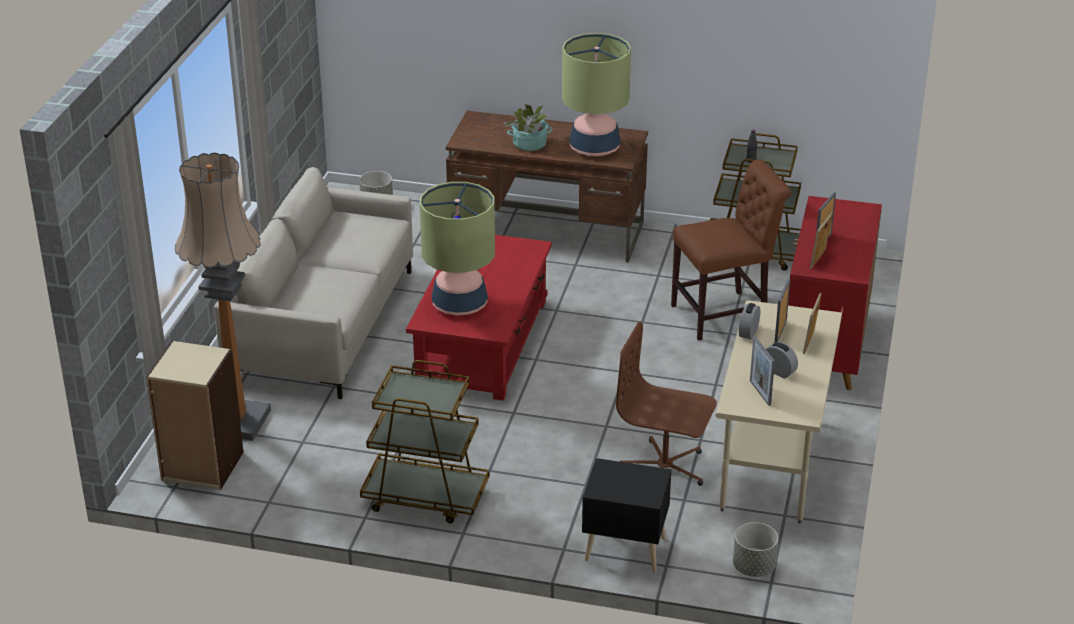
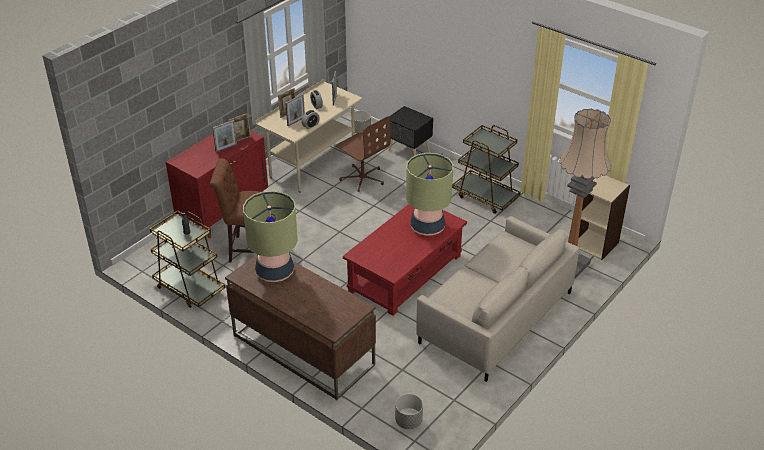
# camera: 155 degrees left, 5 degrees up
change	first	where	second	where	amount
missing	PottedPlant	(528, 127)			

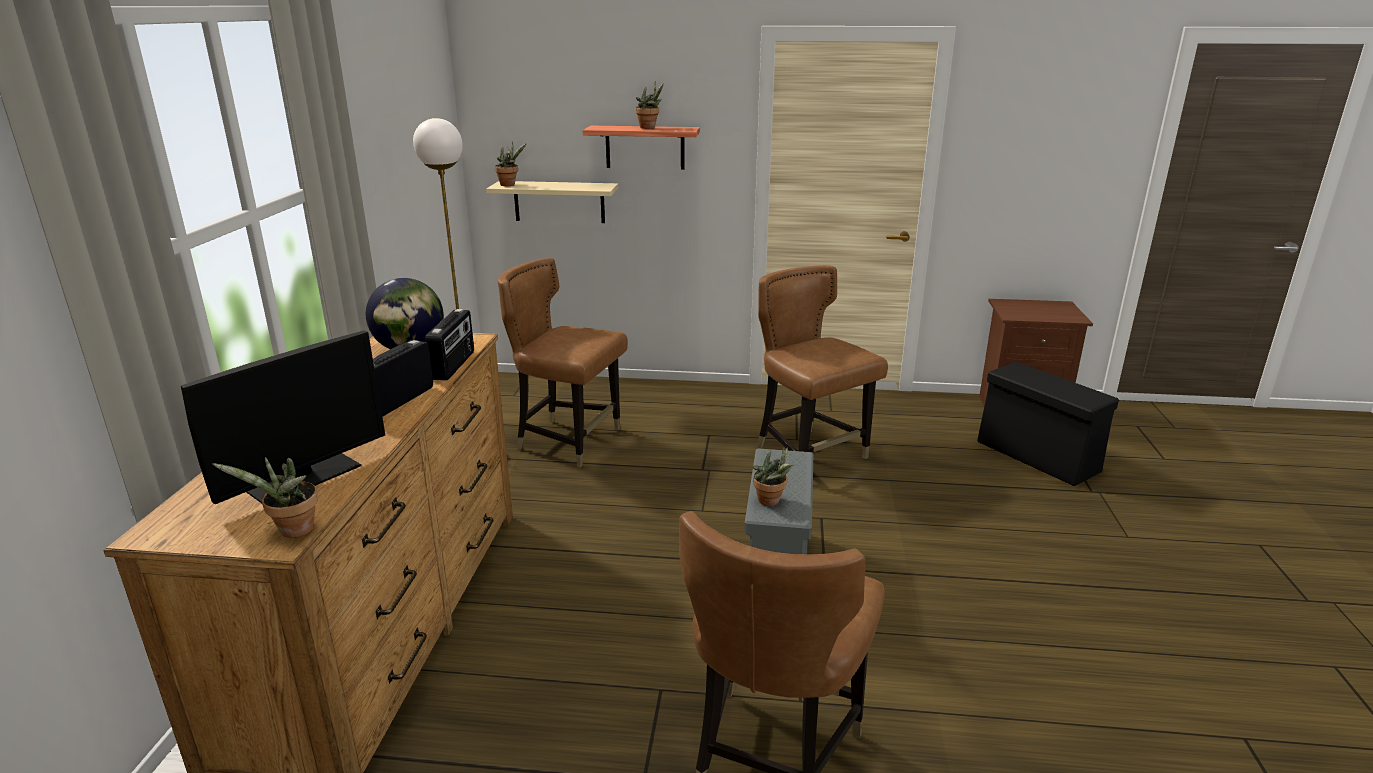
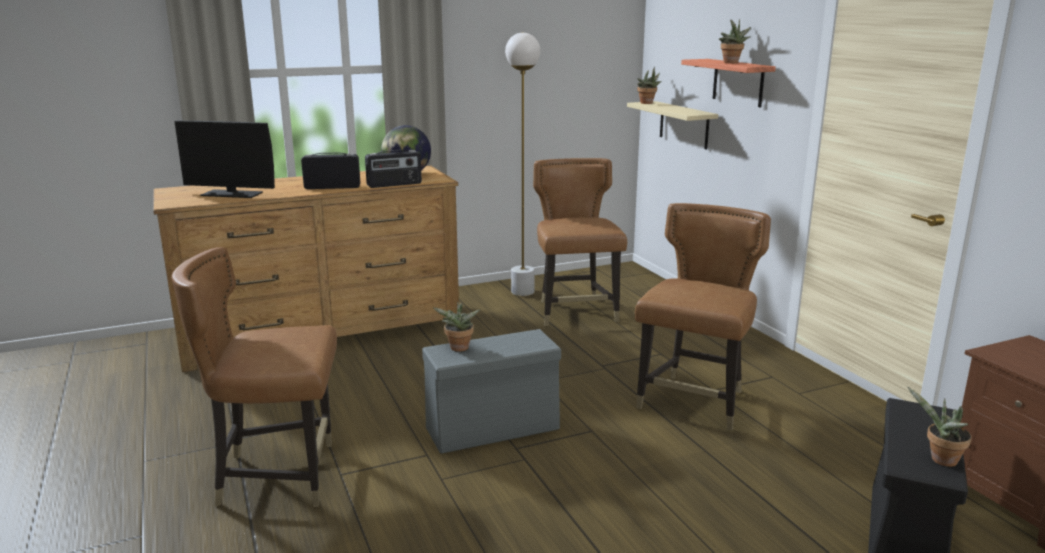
# camera: 60 degrees right, 5 degrees down
change	first	where	second	where	amount
relocated	PottedPlant	(265, 497)		(939, 426)	

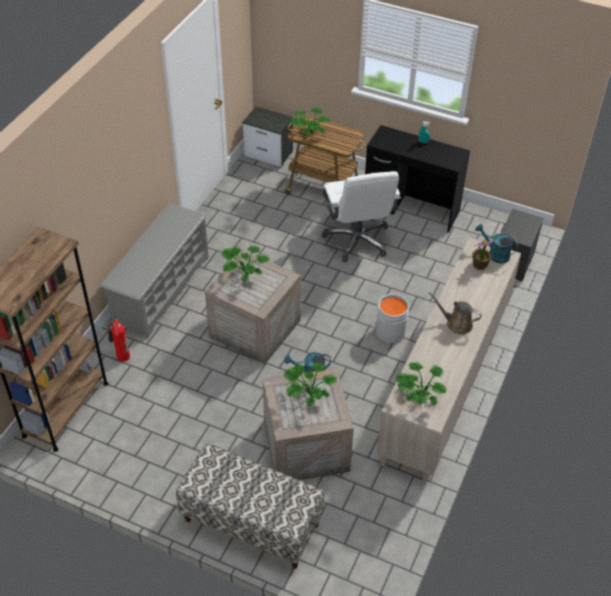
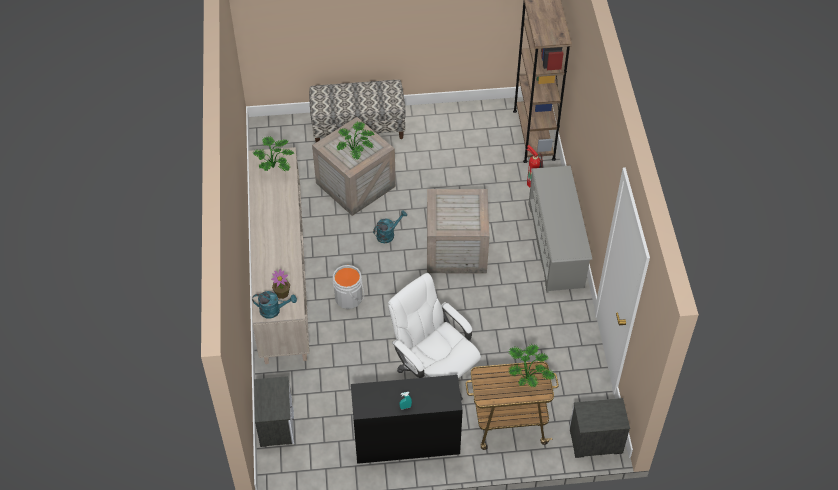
# camera: 150 degrees right, 5 degrees up
change	first	where	second	where	amount
missing	PottedPlant	(246, 264)			
missing	BrownWateringCan	(455, 313)			

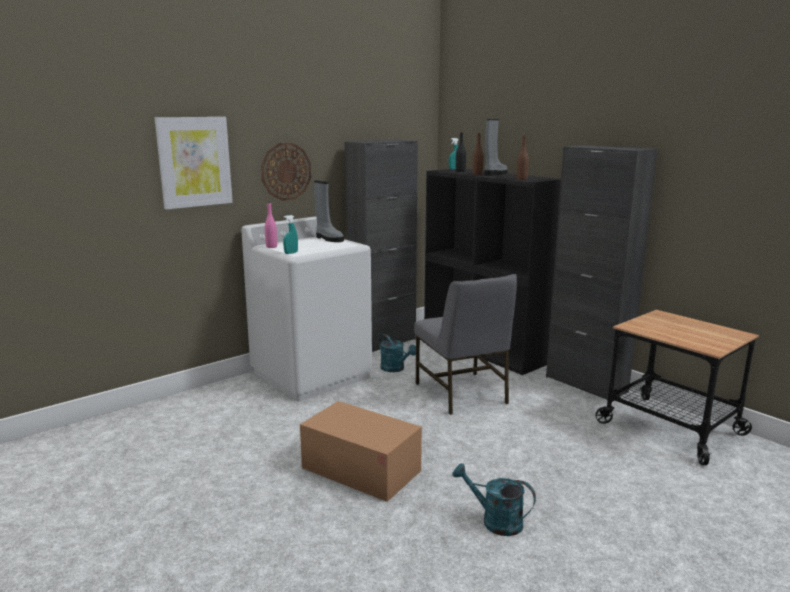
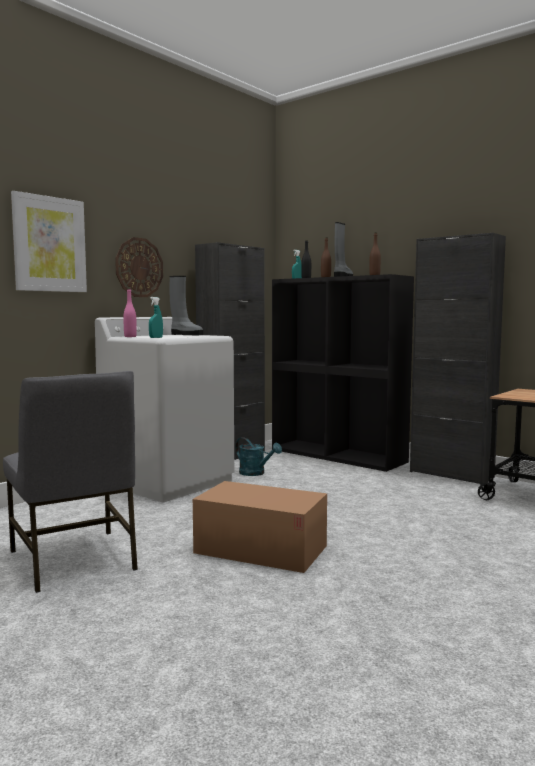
# camera: 10 degrees left, 10 degrees down
change	first	where	second	where	amount
relocated	GreyChair	(465, 344)		(70, 482)	
missing	TurquoiseWateringCan	(494, 499)			

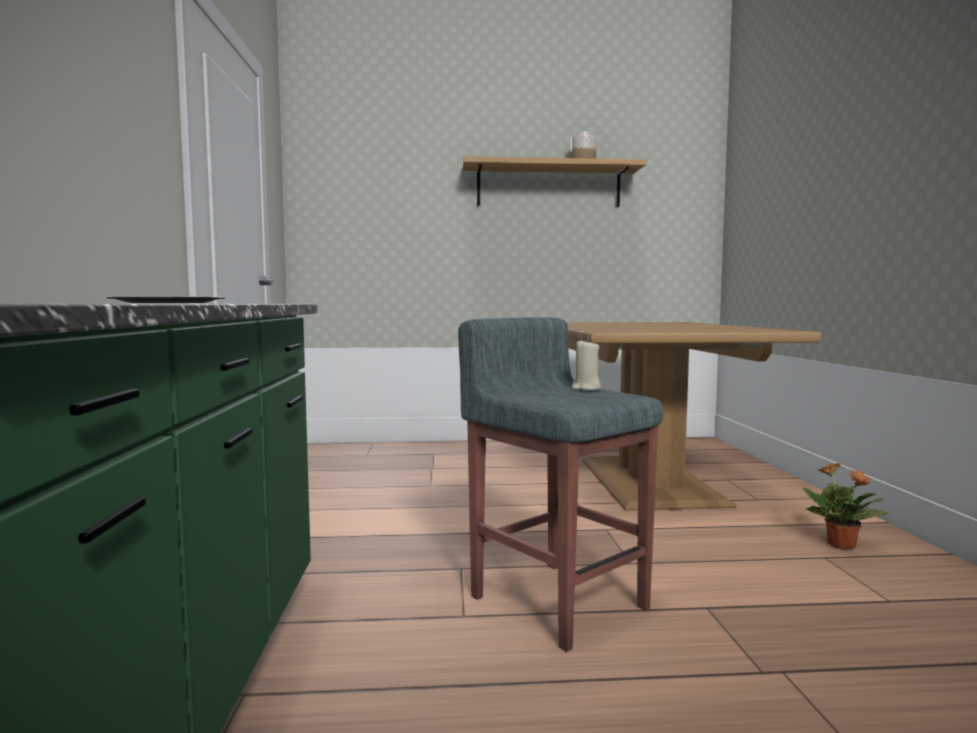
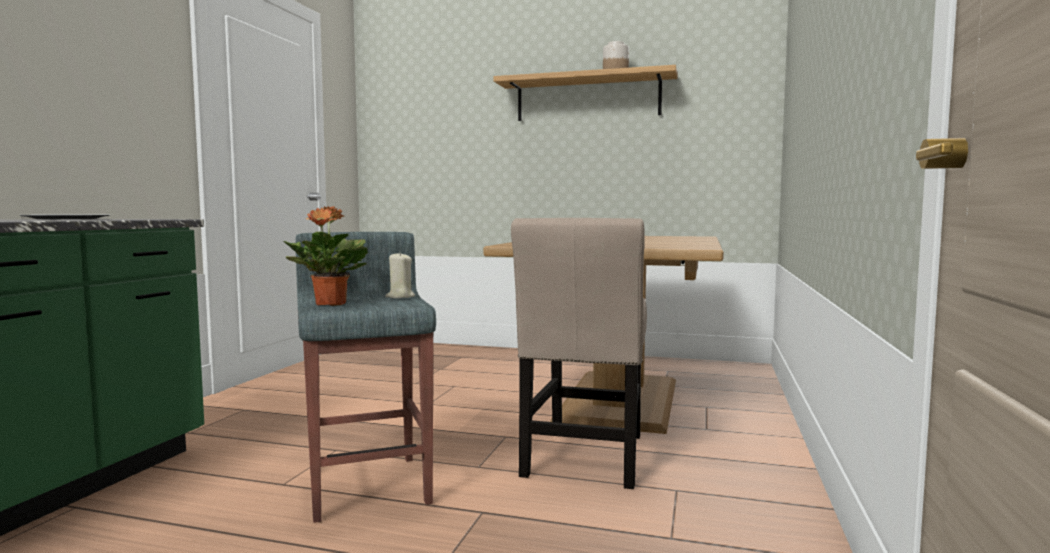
# camera: 20 degrees right, 0 degrees up
change	first	where	second	where	amount
relocated	PottedPlant	(845, 506)		(325, 256)	
appeared			BeigeChair	(579, 353)	

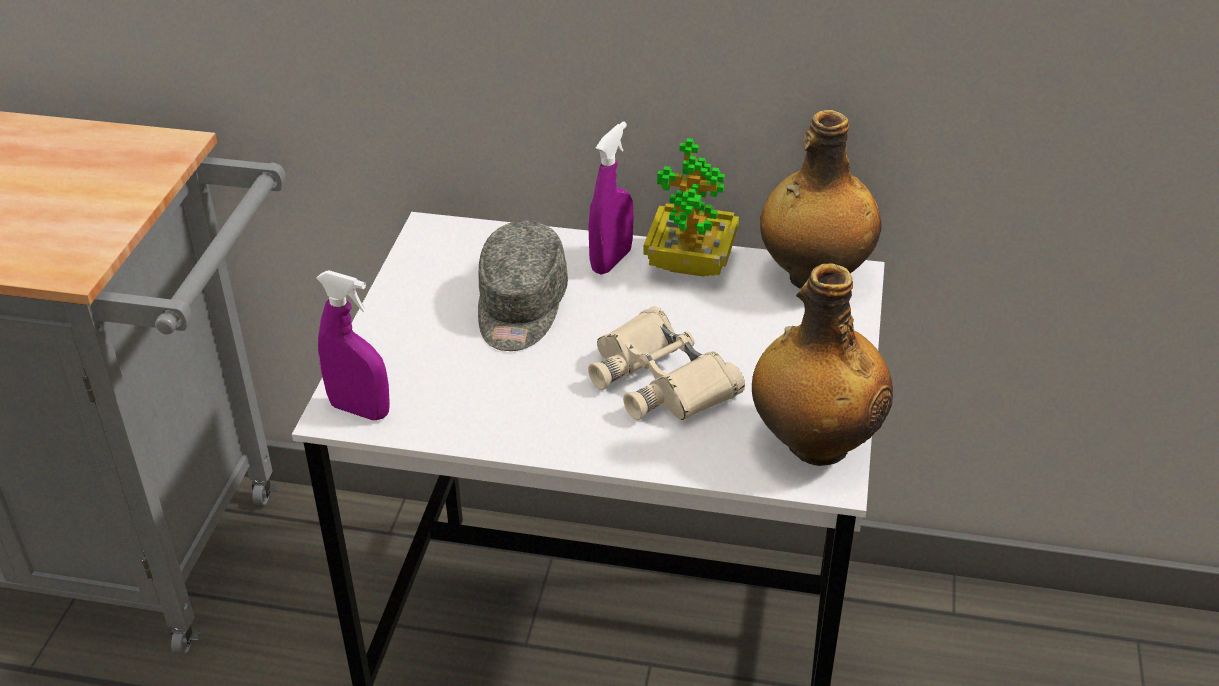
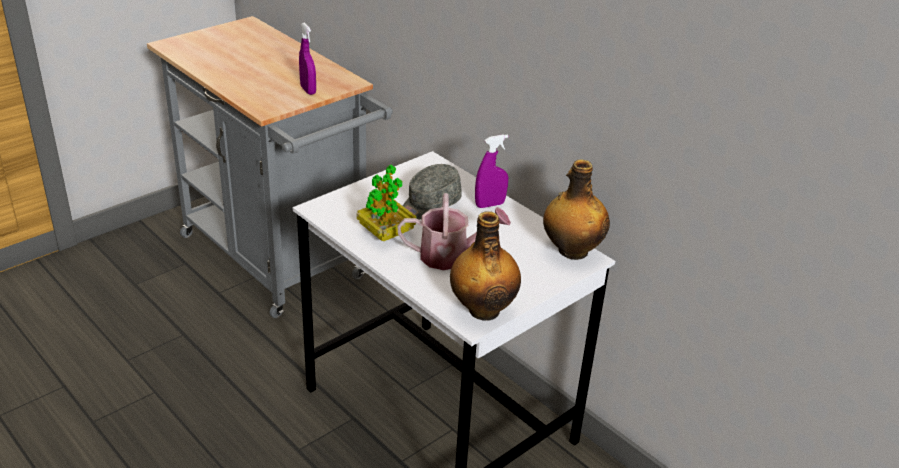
# camera: 35 degrees right, 5 degrees down
change	first	where	second	where	amount
relocated	PurpleSprayBottle	(353, 345)		(307, 59)	
relocated	PottedPlant	(691, 207)		(387, 203)	
exchanged	BeigeBinoculars	(666, 363)	WateringCan	(454, 231)	

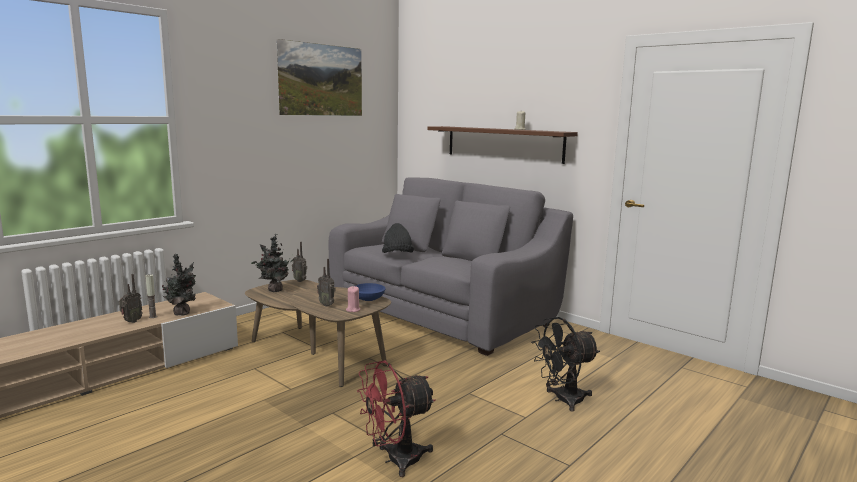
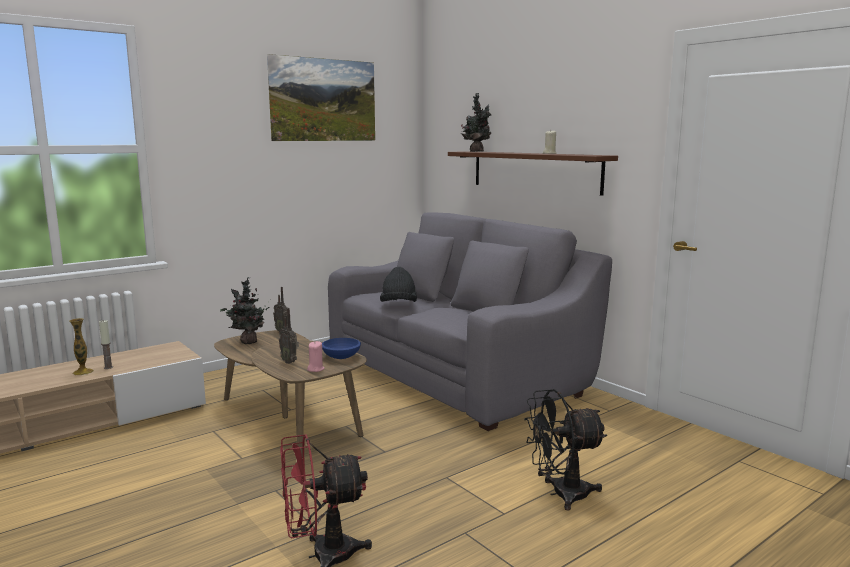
# camera: 10 degrees right, 0 degrees up
change	first	where	second	where	amount
exchanged	Radio	(131, 298)	Vase	(81, 346)	
relocated	PottedPlant	(178, 285)		(476, 122)	

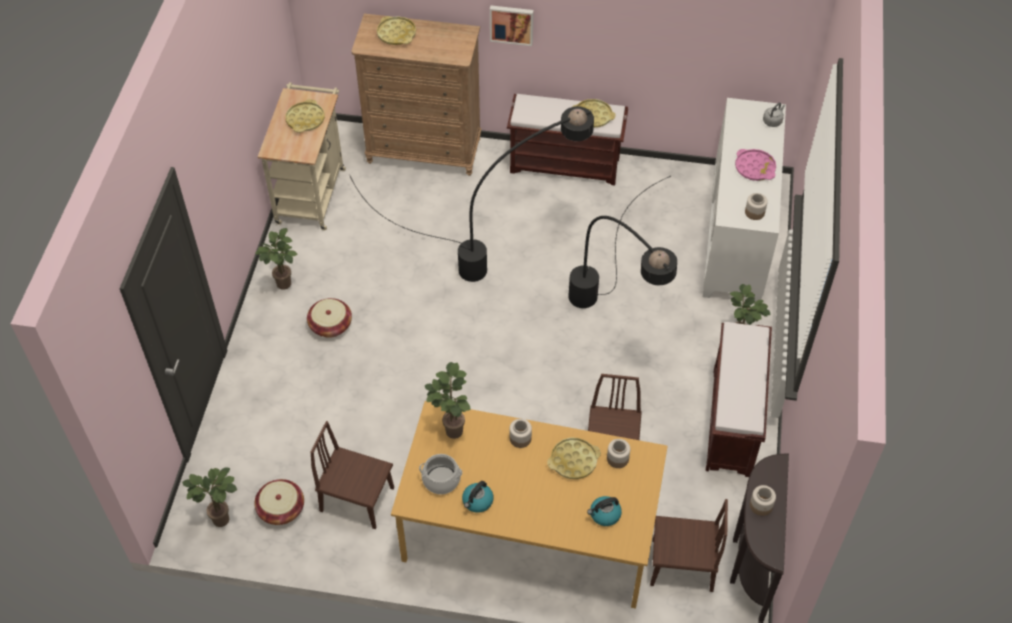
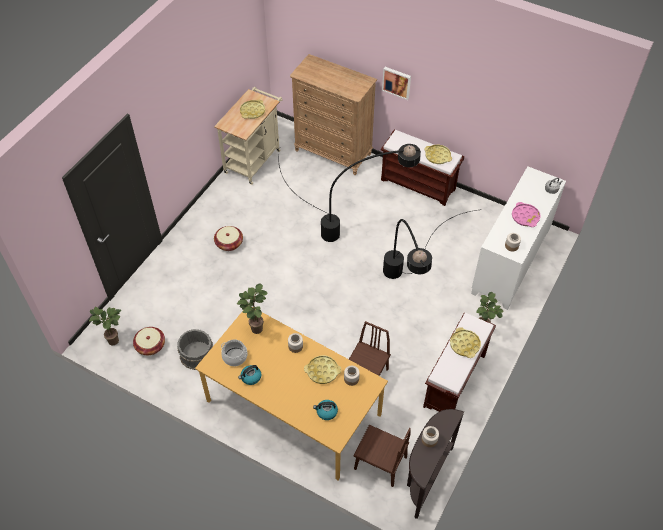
# camera: 20 degrees right, 0 degrees up
change	first	where	second	where	amount
exchanged	BrownChair	(352, 475)	GreyBucket	(195, 349)	
relocated	YellowTray	(396, 30)		(465, 342)	
missing	PottedPlant	(276, 259)			

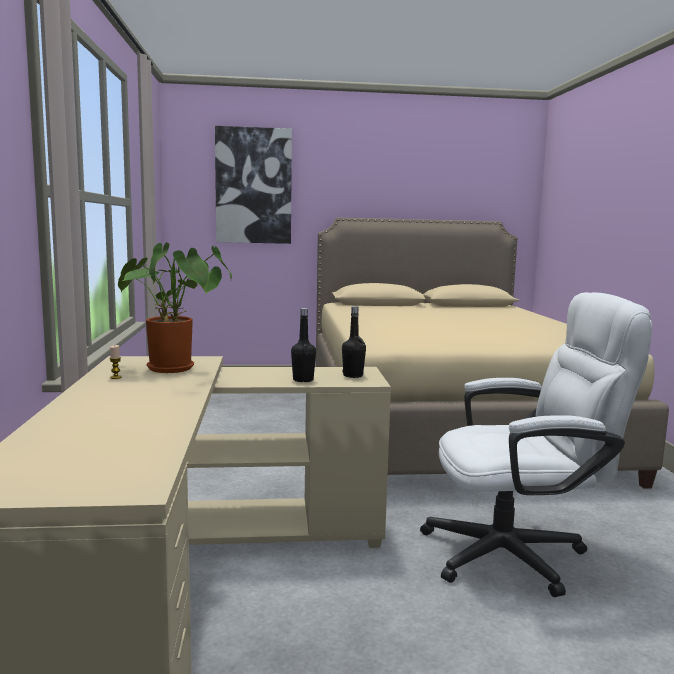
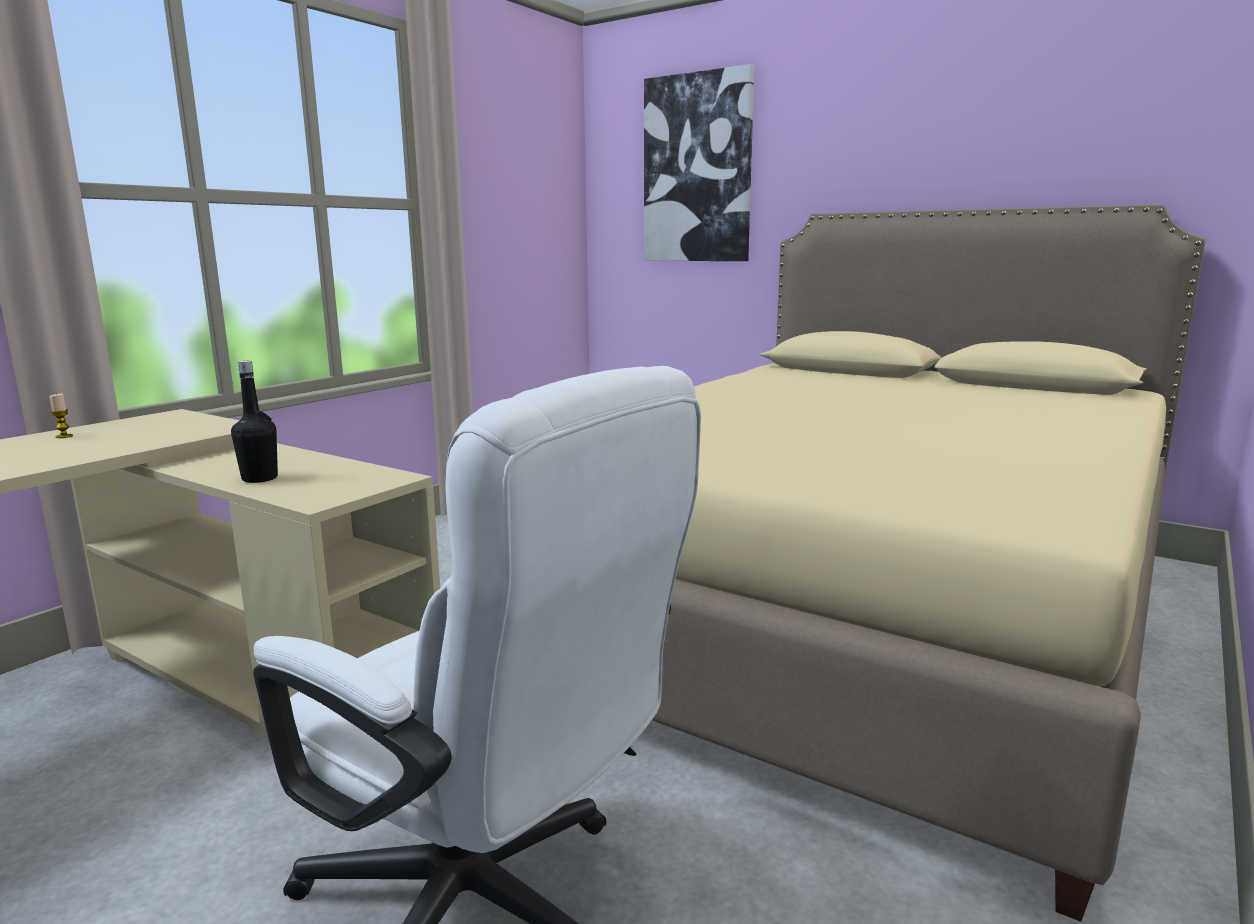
# camera: 40 degrees right, 5 degrees up
change	first	where	second	where	amount
missing	PottedPlant	(175, 307)			
missing	BlackBottle	(354, 342)			

